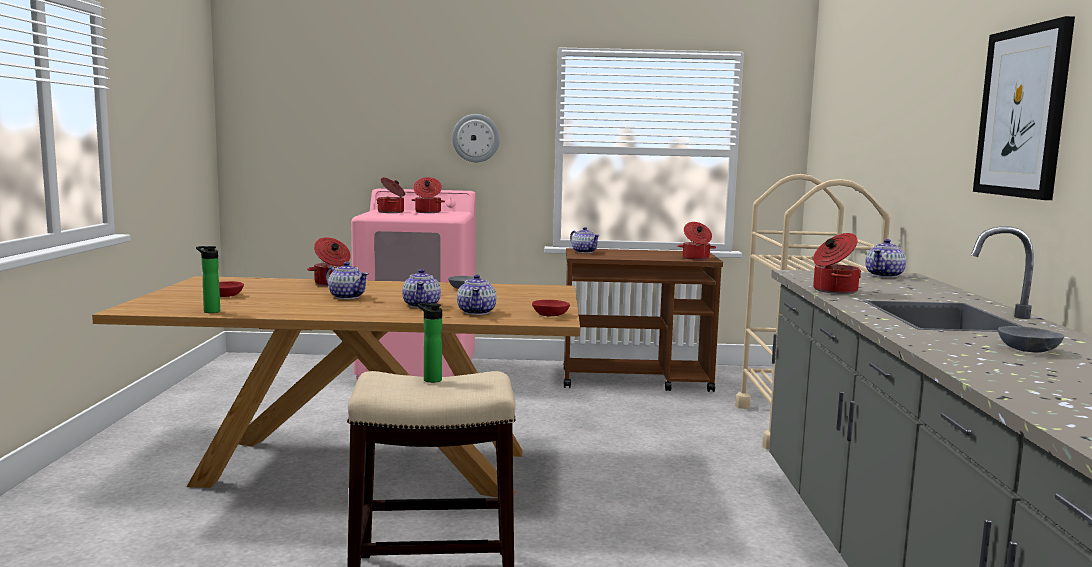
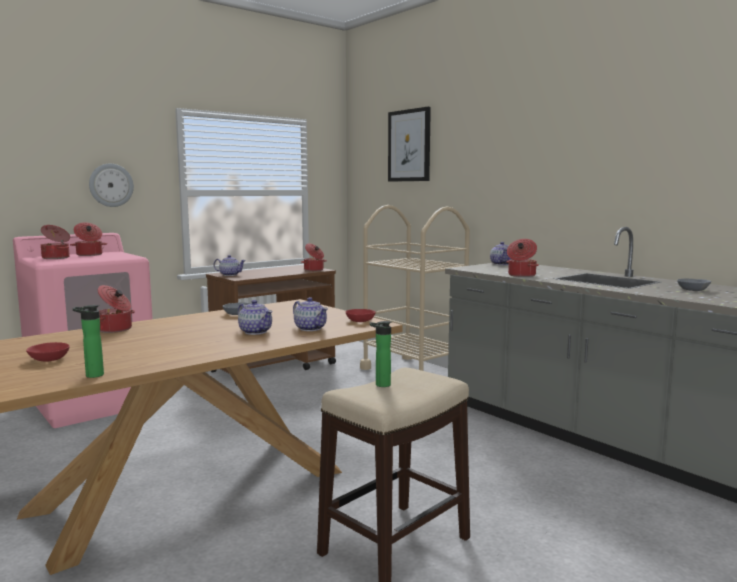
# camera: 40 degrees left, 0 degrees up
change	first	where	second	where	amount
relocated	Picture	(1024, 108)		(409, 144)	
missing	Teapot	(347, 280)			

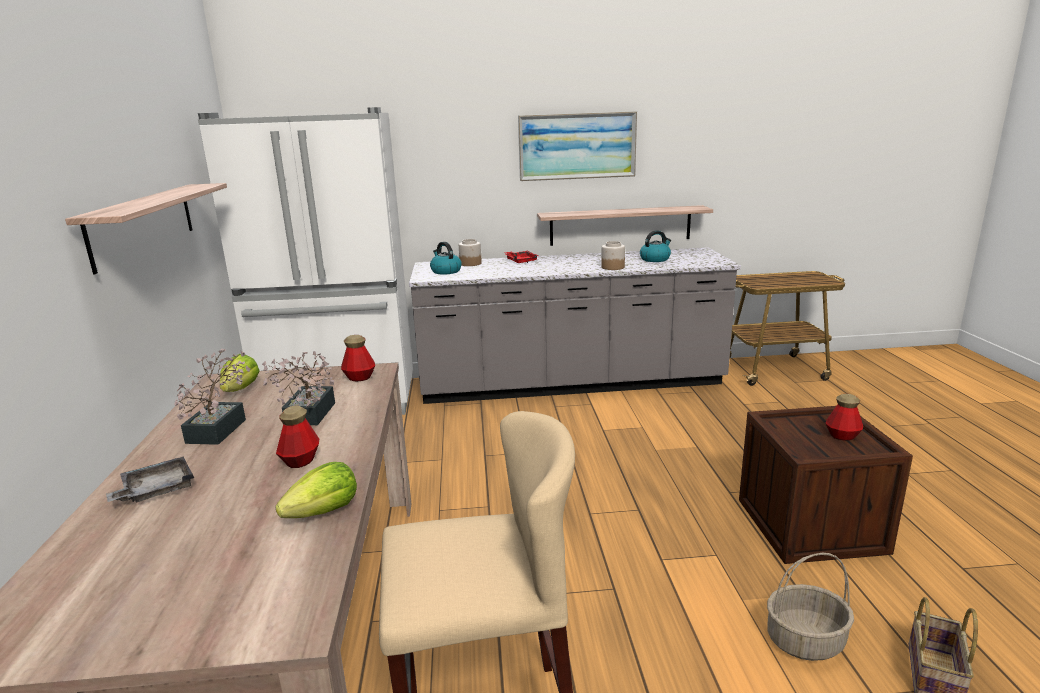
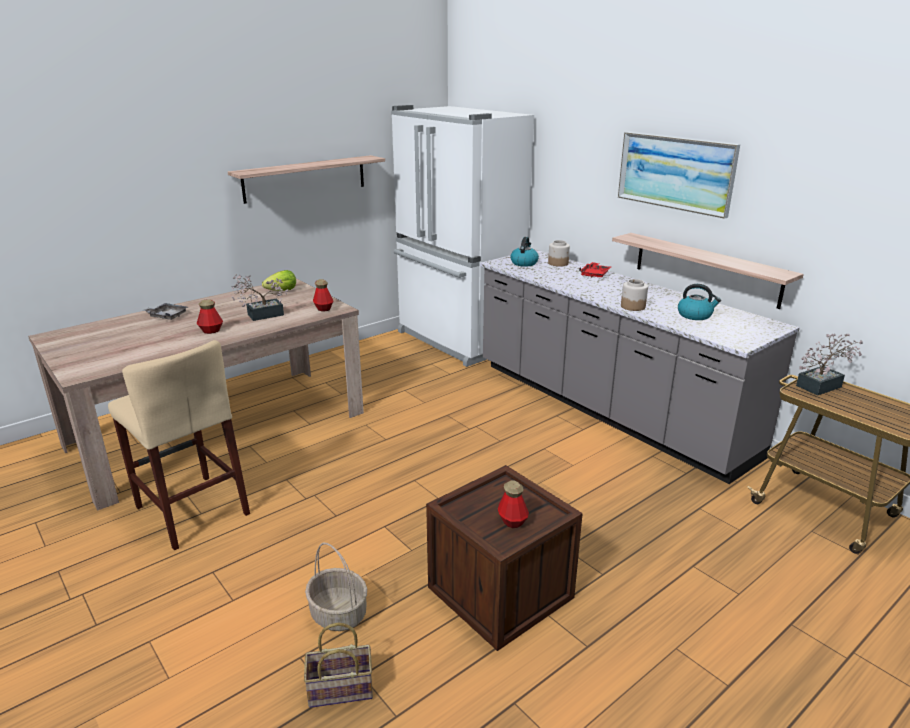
# camera: 55 degrees right, 5 degrees up
change	first	where	second	where	amount
relocated	PottedPlant	(213, 396)		(829, 365)	
missing	Lettuce	(316, 490)			

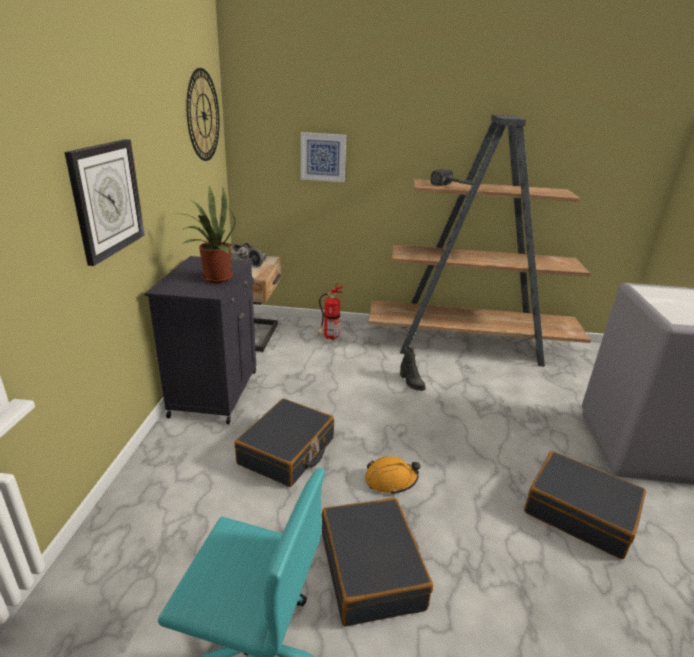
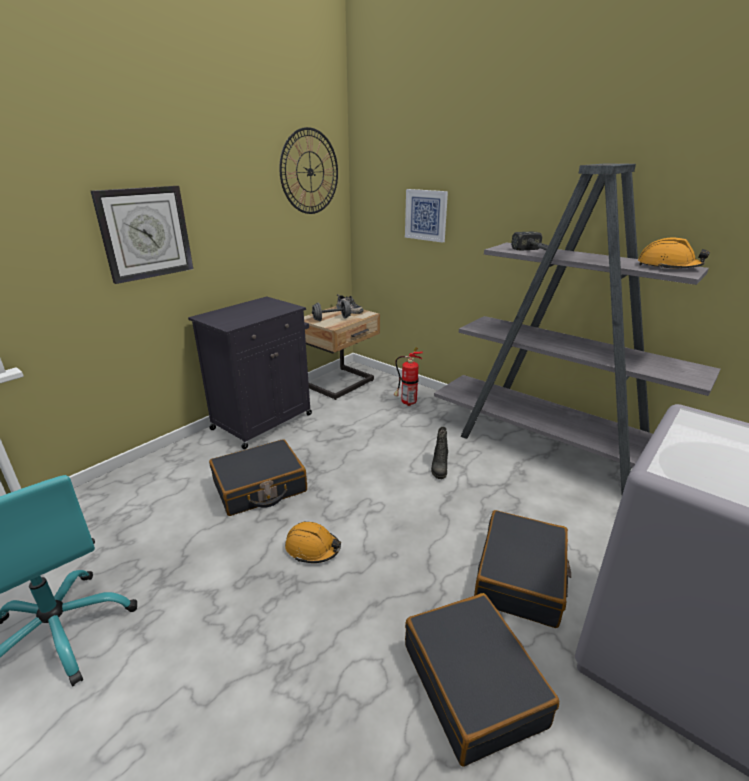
# camera: 35 degrees right, 0 degrees up
change	first	where	second	where	amount
colour	BrownBookcase	(480, 241)	GreyBookcase	(577, 328)	
relocated	BlackSuitcase	(377, 562)		(522, 569)	
appeared			OrangeHardHat	(674, 253)	
missing	PottedPlant	(206, 234)			

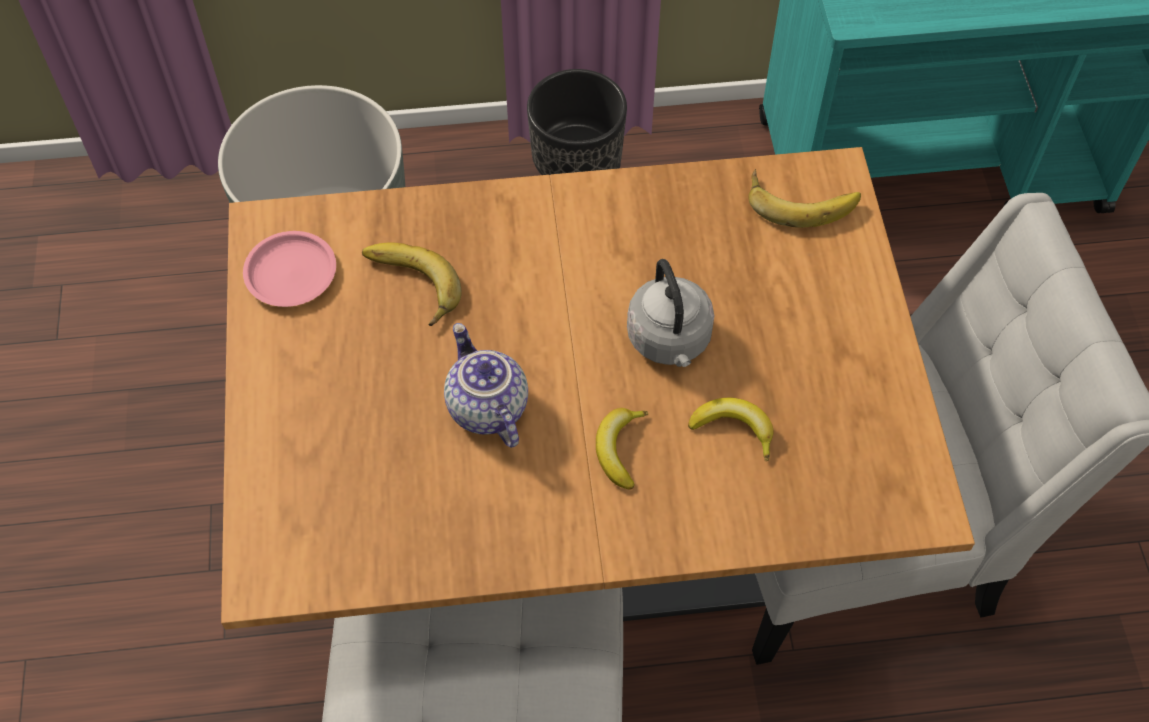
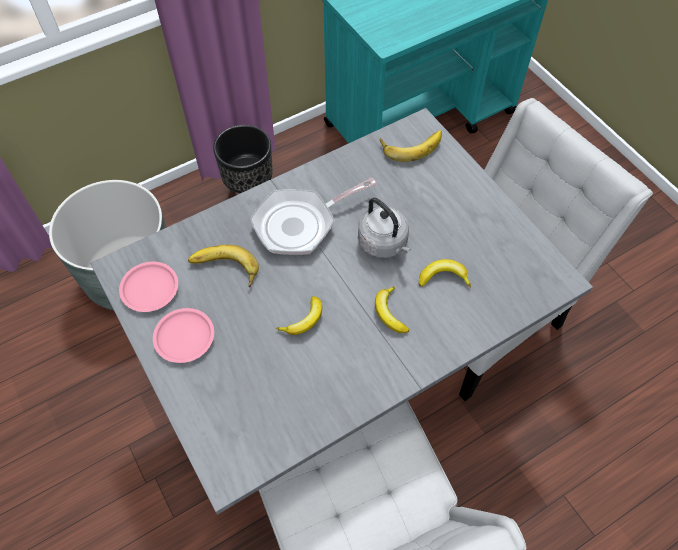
# camera: 25 degrees left, 0 degrees up
change	first	where	second	where	amount
colour	BrownDiningTable	(598, 388)	GreyDiningTable	(341, 311)	
appeared			PinkPlate	(183, 335)	
appeared			FryingPan	(313, 216)	
exchanged	Teapot	(486, 385)	Banana	(299, 315)	

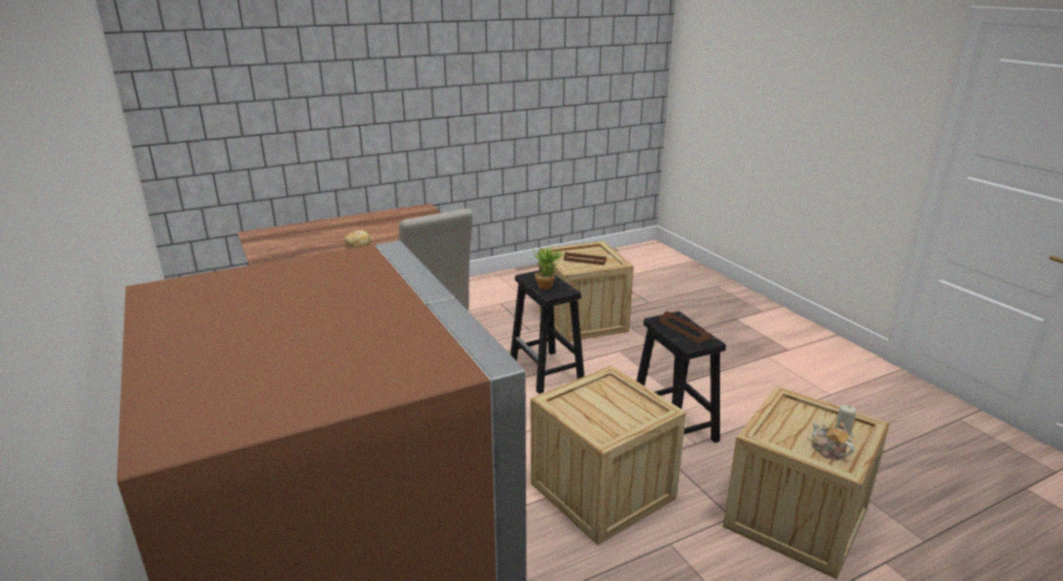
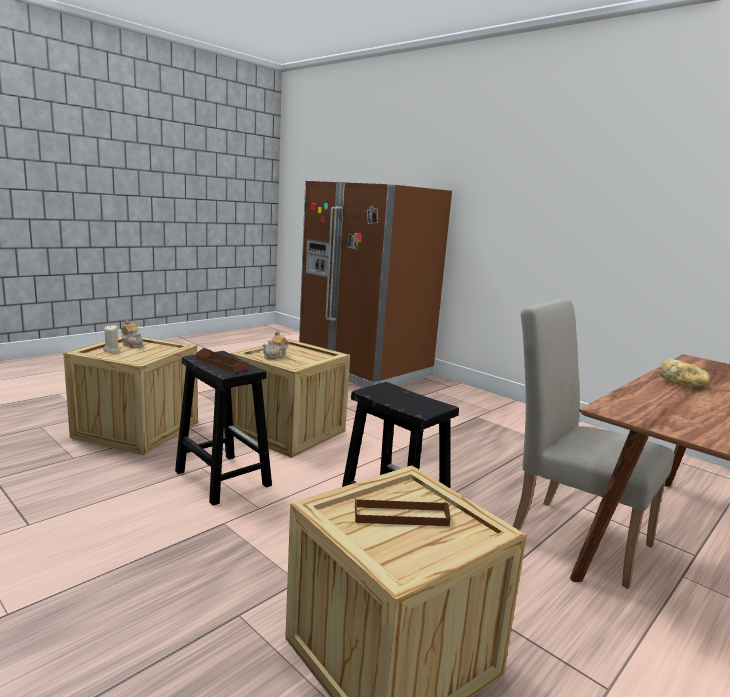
# camera: 160 degrees right, 10 degrees down
change	first	where	second	where	amount
appeared			Teapot	(275, 345)	
missing	PottedPlant	(547, 268)			

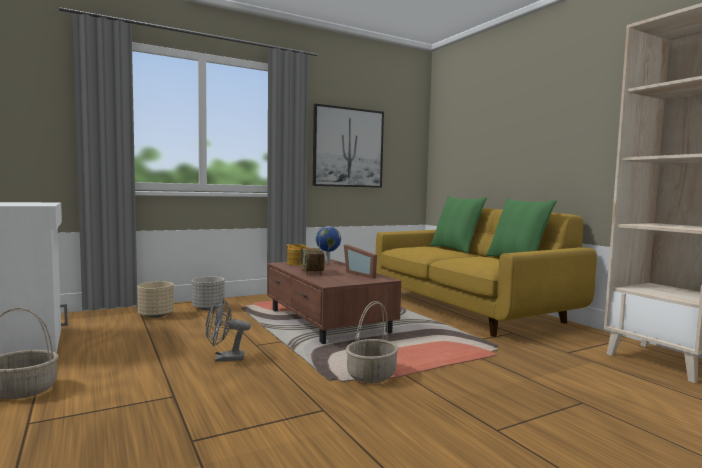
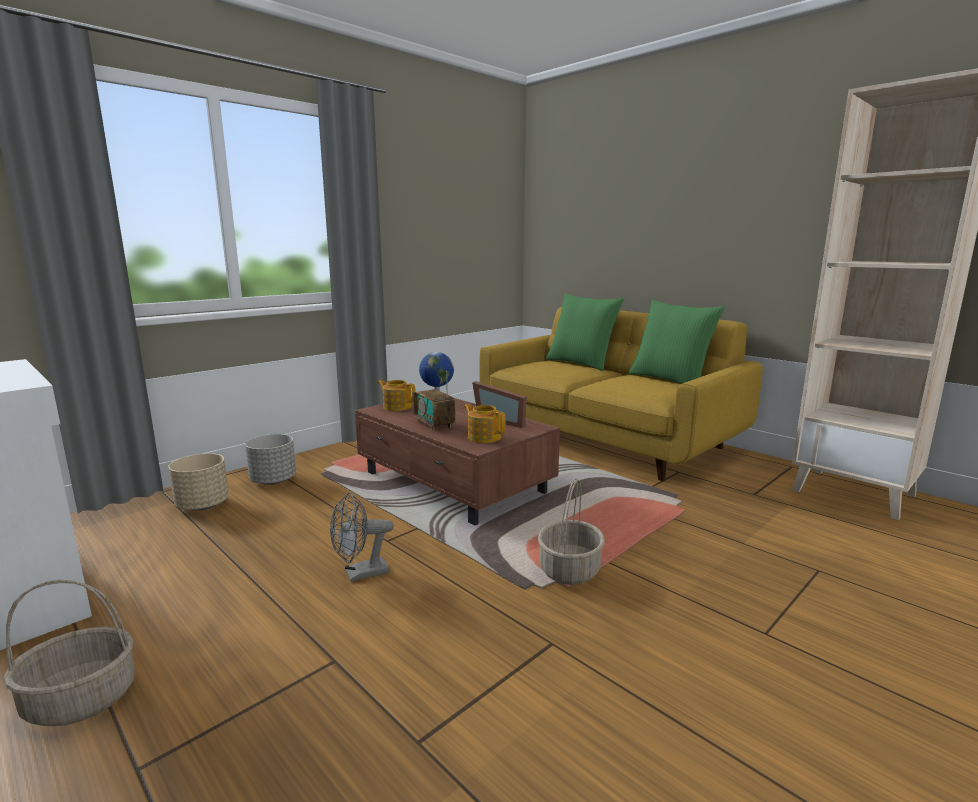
# camera: 15 degrees left, 10 degrees up
change	first	where	second	where	amount
appeared			Teapot	(484, 423)	
missing	Picture	(348, 146)			

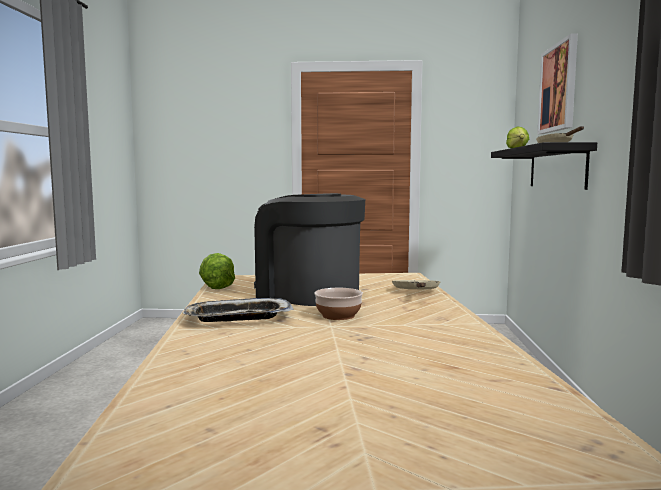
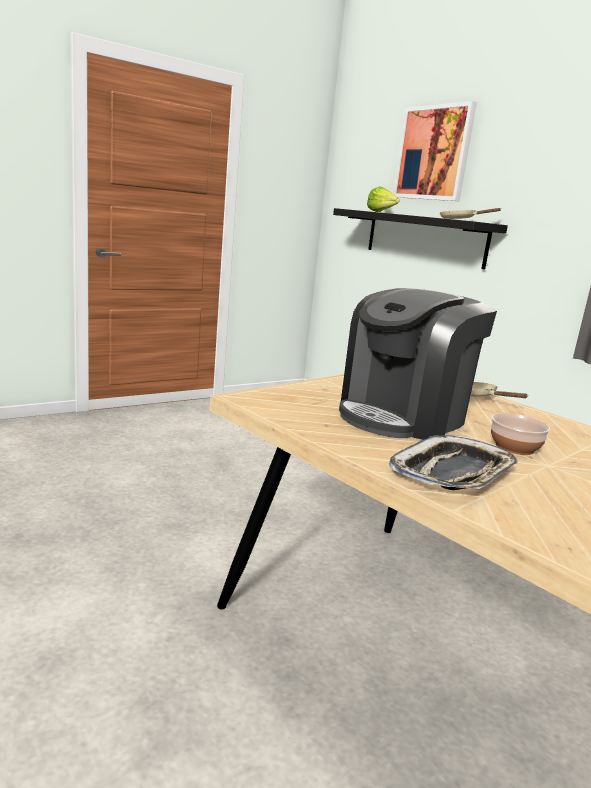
# camera: 40 degrees left, 10 degrees up
change	first	where	second	where	amount
spun	CoffeeMachine	(309, 249)		(418, 364)	45 degrees counterclockwise
missing	Lettuce	(217, 271)			

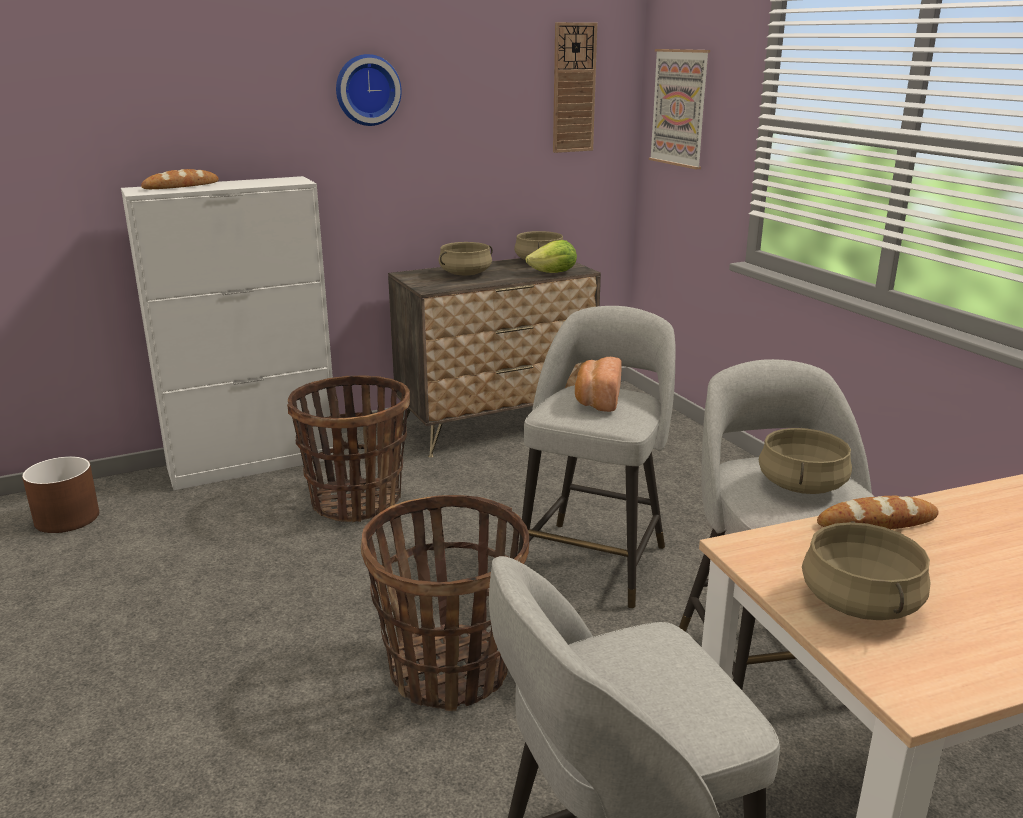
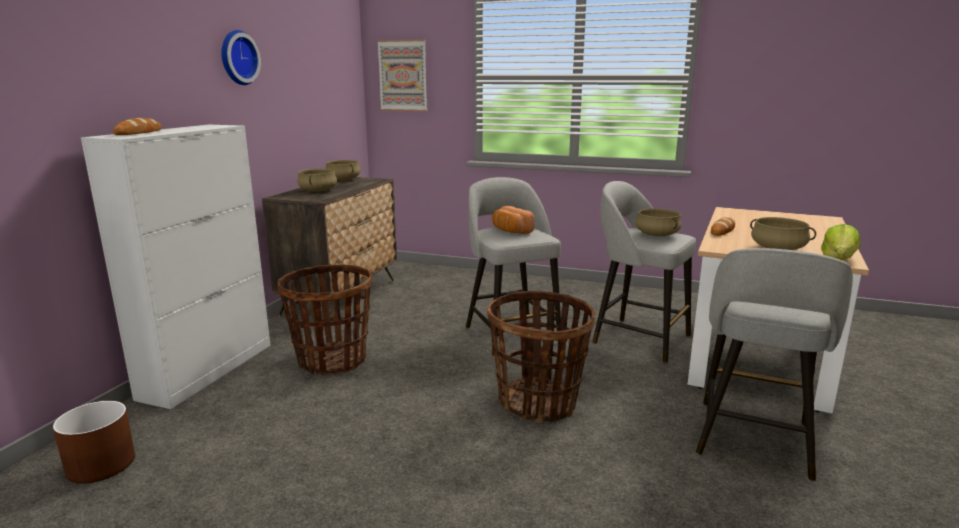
# camera: 45 degrees left, 5 degrees down
change	first	where	second	where	amount
relocated	Lettuce	(551, 256)		(840, 242)	
missing	WallClock	(575, 87)			

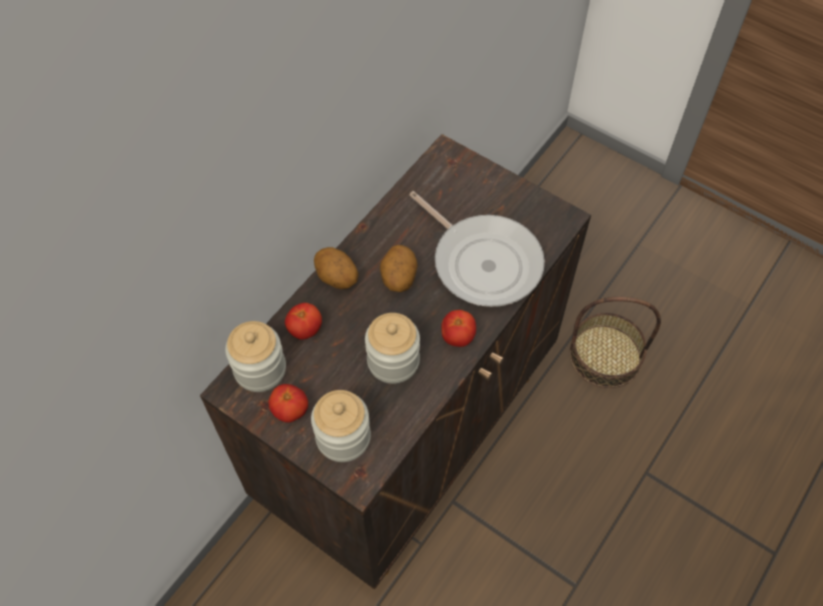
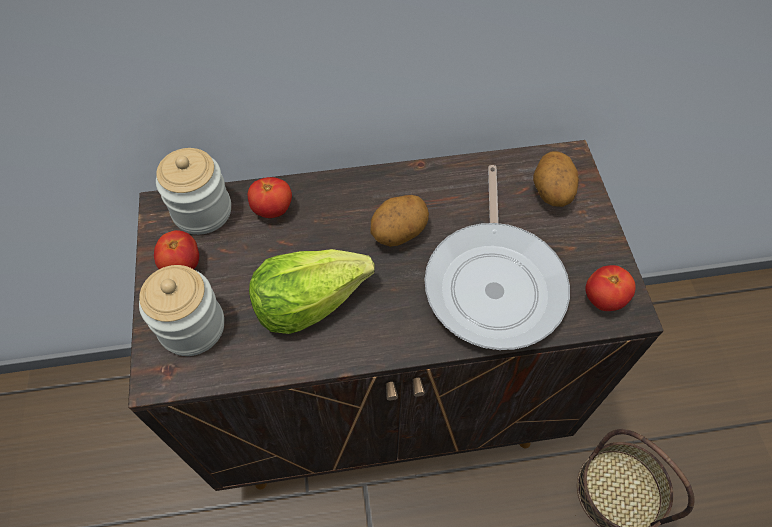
# camera: 45 degrees right, 0 degrees up
change	first	where	second	where	amount
exchanged	Jar	(392, 348)	Lettuce	(312, 291)	
relocated	Potato	(336, 268)		(556, 179)	
relocated	Tomato	(458, 328)		(610, 288)	

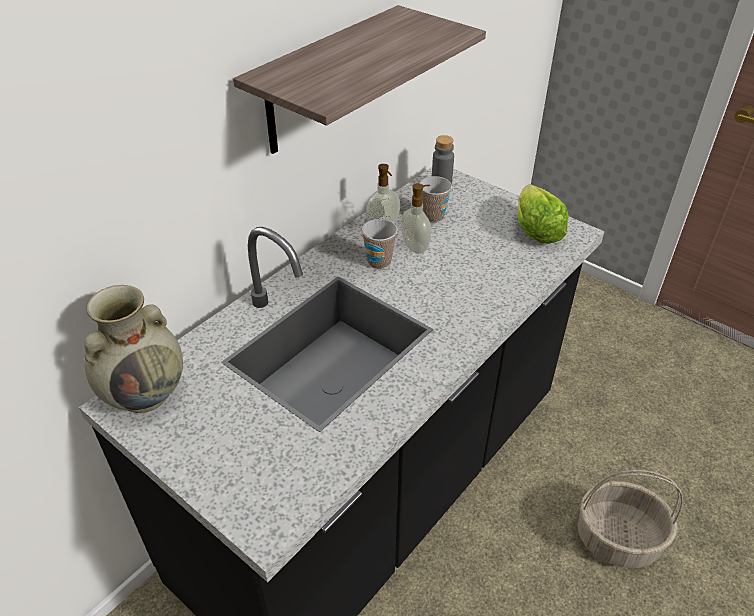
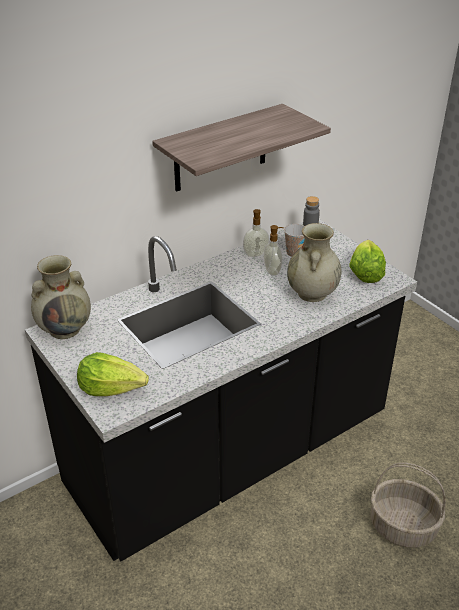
# camera: 15 degrees right, 5 degrees down
change	first	where	second	where	amount
appeared			Lettuce	(113, 374)	
appeared			BeigeVase	(314, 262)	
missing	Cup	(379, 244)			

